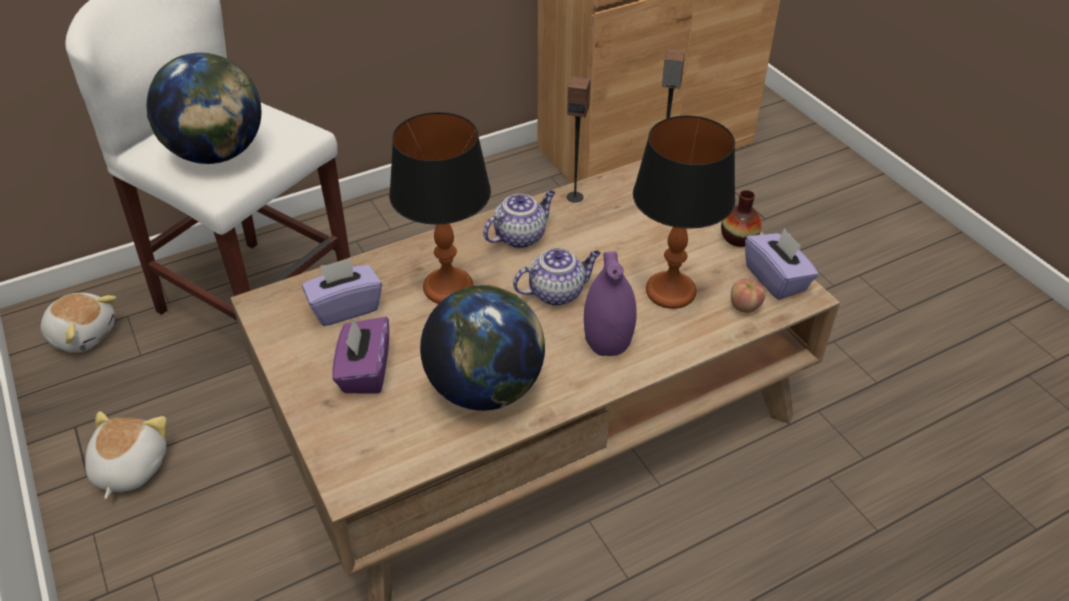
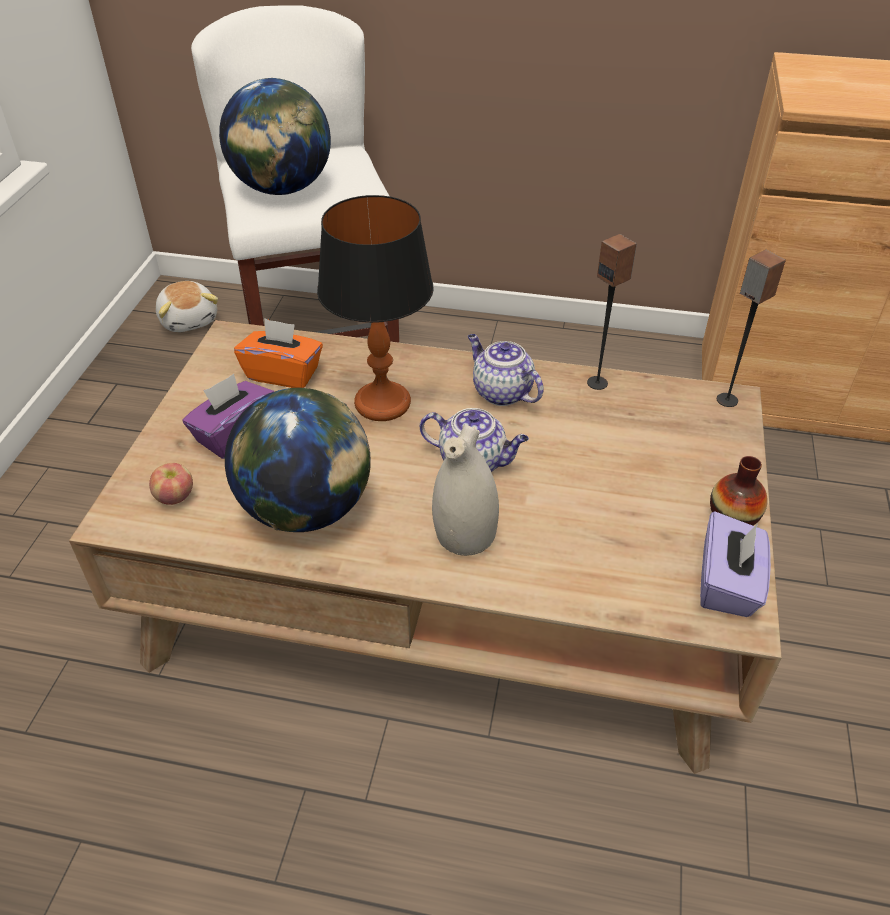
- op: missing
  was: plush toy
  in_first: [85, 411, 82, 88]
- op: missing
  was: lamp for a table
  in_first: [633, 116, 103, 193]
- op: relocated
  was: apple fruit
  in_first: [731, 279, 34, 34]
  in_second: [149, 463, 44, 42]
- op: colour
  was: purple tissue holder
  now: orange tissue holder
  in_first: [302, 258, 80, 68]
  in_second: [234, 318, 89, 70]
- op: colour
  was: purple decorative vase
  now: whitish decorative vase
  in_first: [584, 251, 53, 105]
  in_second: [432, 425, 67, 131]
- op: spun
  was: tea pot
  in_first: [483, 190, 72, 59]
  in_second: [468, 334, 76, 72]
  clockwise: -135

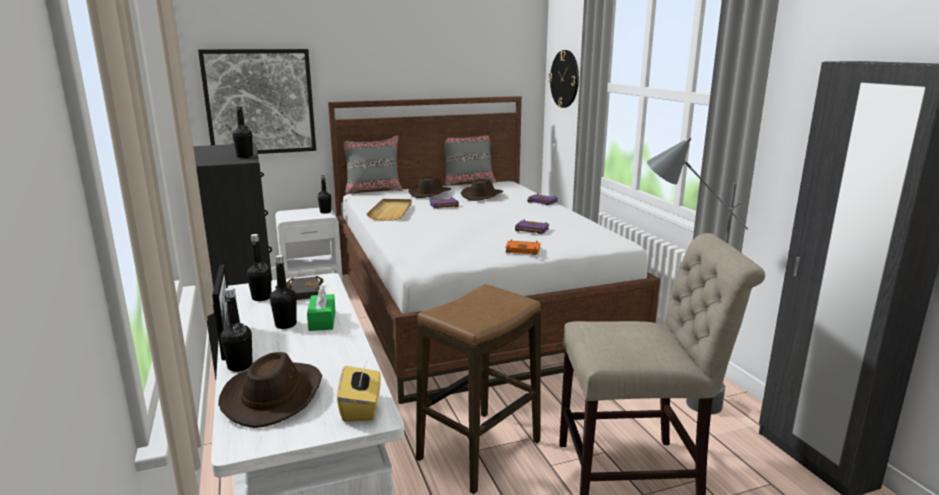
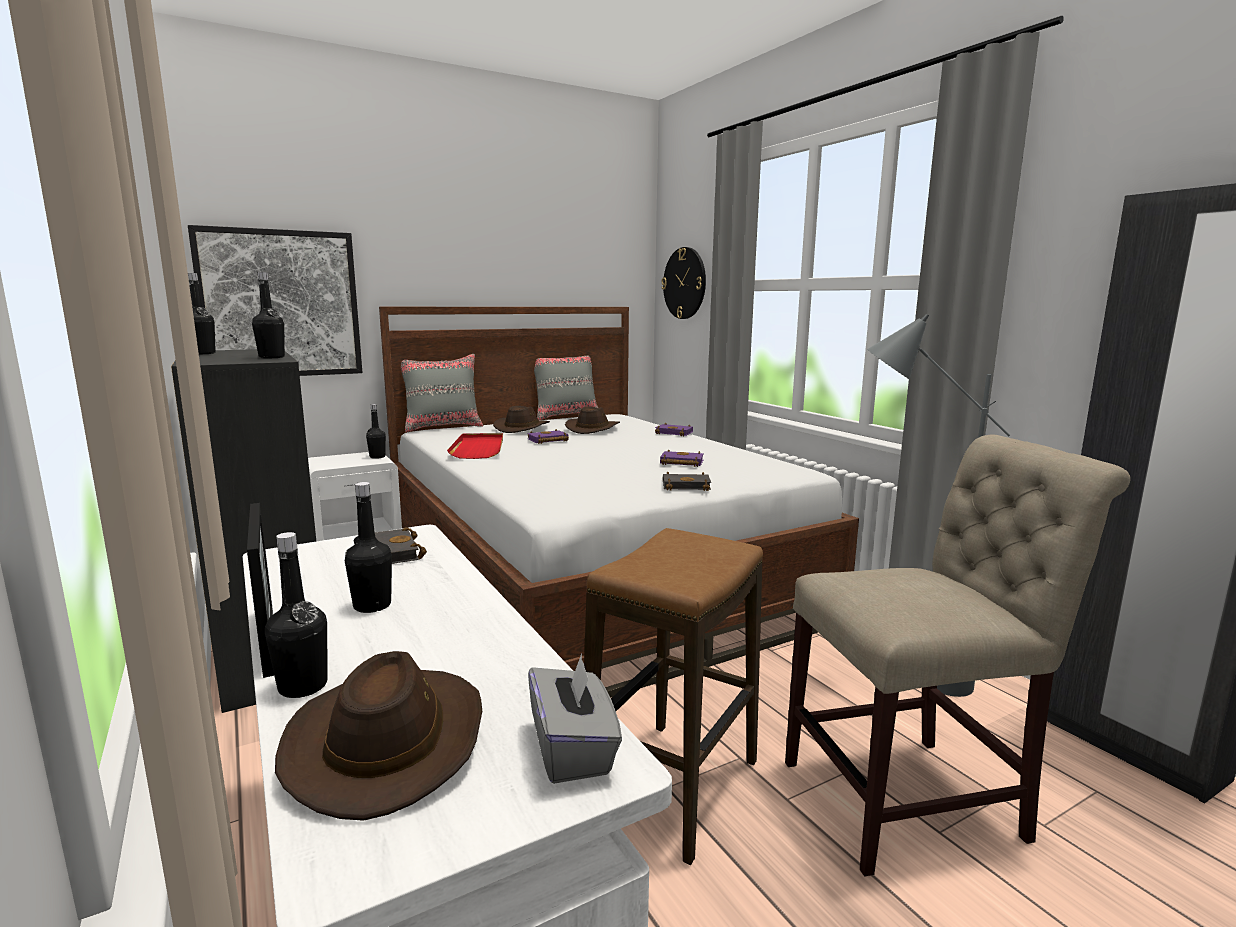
- op: missing
  was: green tissue holder
  in_first: [307, 286, 28, 45]
- op: relocated
  was: black beverage bottle
  in_first: [247, 234, 24, 67]
  in_second: [188, 273, 28, 81]
- op: colour
  was: yellowish tissue holder
  now: grey tissue holder
  in_first: [337, 364, 44, 58]
  in_second: [528, 653, 94, 131]
- op: colour
  was: beige-coloured carrying tray
  now: red carrying tray
  in_first: [367, 199, 45, 22]
  in_second: [447, 433, 56, 26]
- op: colour
  was: orange bound book
  now: black bound book
  in_first: [505, 239, 35, 16]
  in_second: [663, 472, 48, 19]

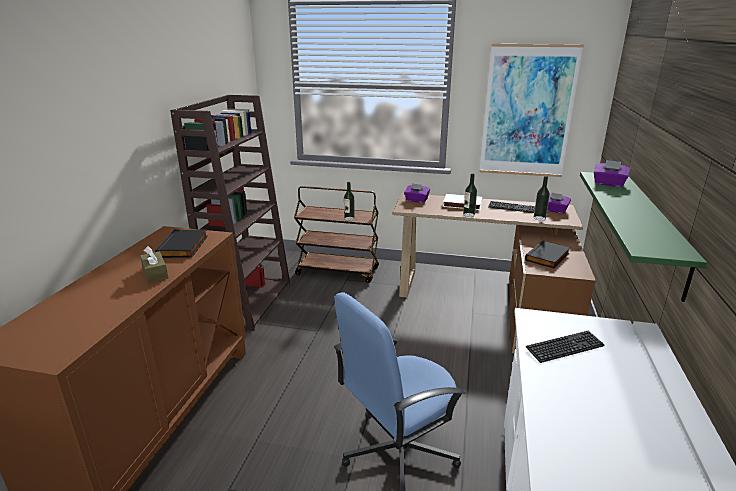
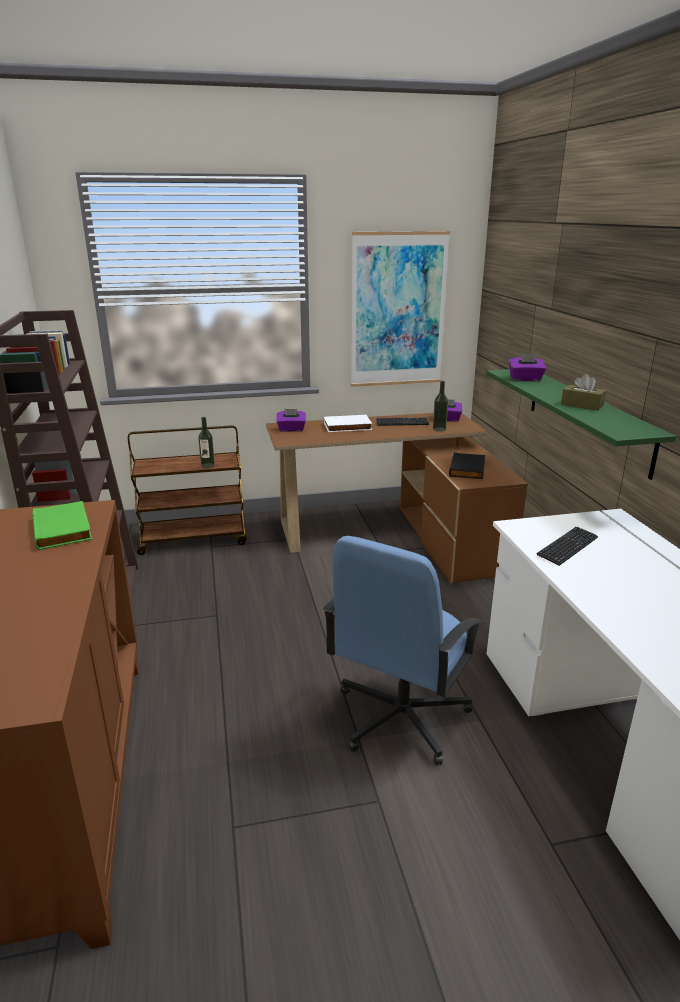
- op: missing
  was: beverage bottle
  in_first: [463, 173, 14, 44]
- op: relocated
  was: brown tissue holder
  in_first: [140, 246, 28, 37]
  in_second: [561, 374, 45, 36]
- op: colour
  was: black bound book
  now: green bound book
  in_first: [155, 229, 53, 29]
  in_second: [32, 501, 60, 49]

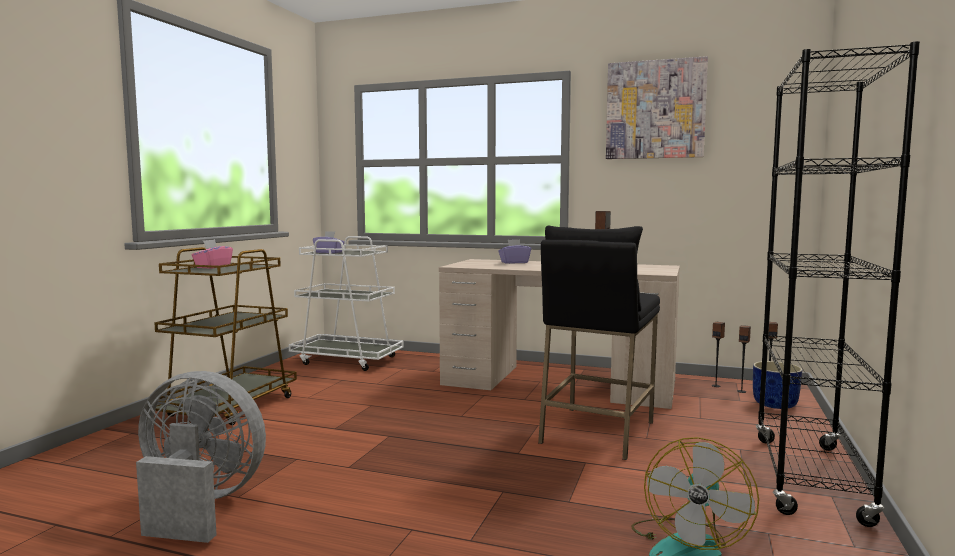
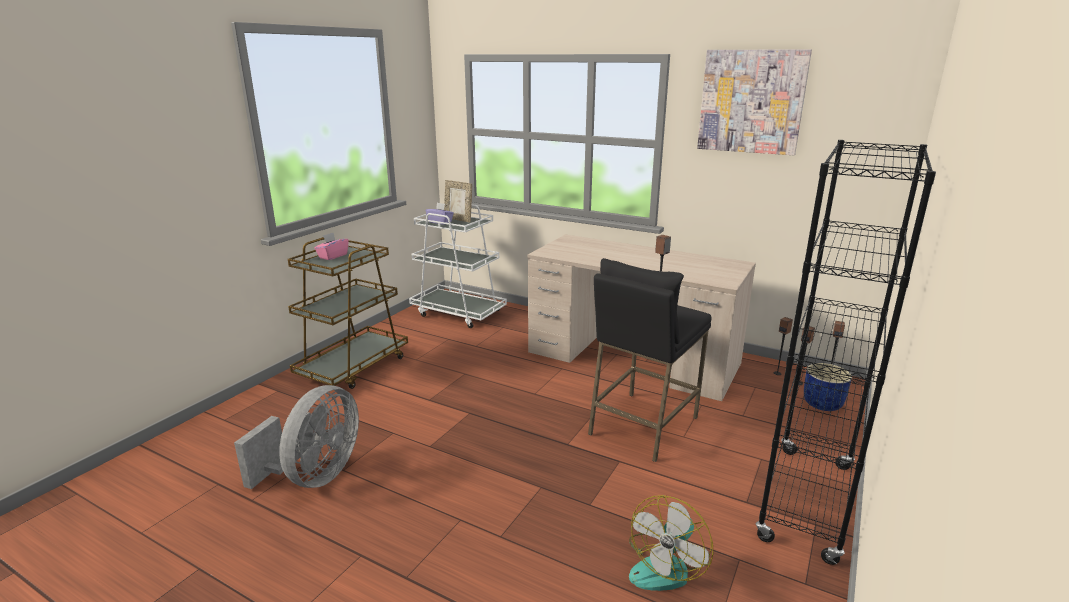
- op: missing
  was: purple tissue holder
  in_first: [498, 240, 33, 24]
- op: appeared
  now: standing frame
  in_second: [444, 180, 28, 43]
- op: spun
  was: grey fan
  in_first: [136, 371, 130, 172]
  in_second: [234, 385, 125, 104]
  clockwise: 90

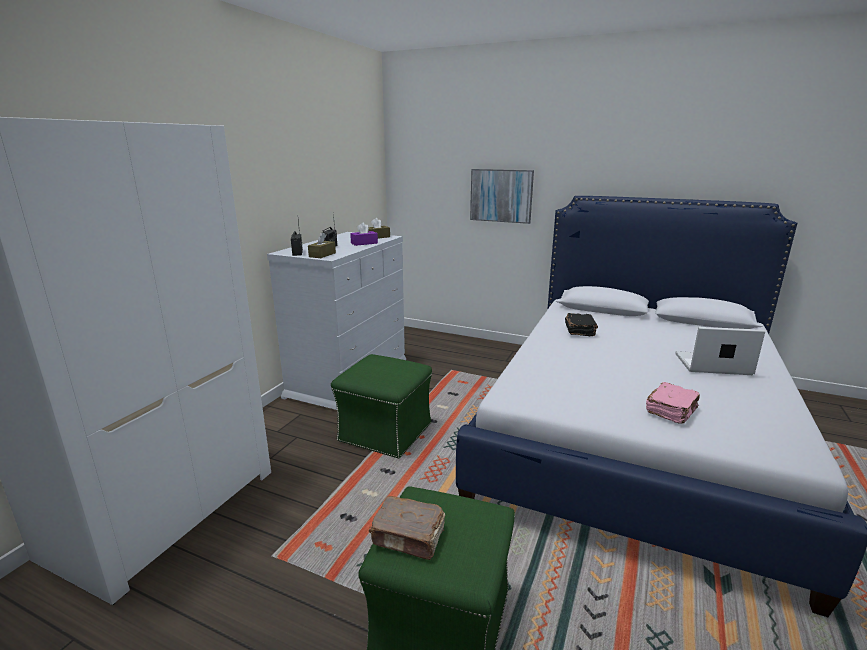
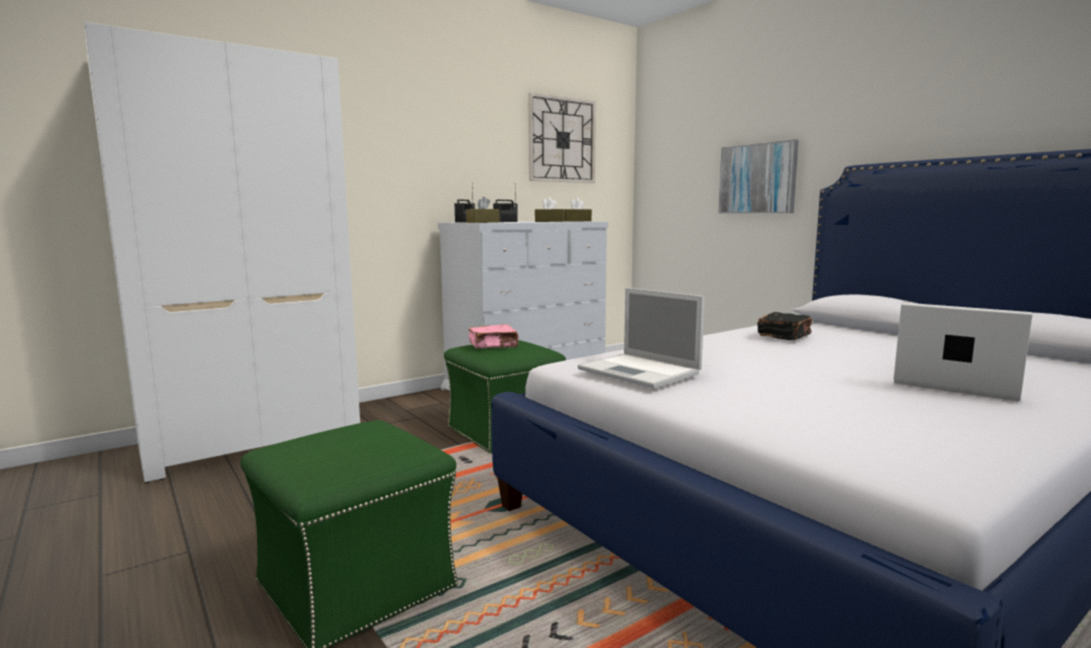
- op: missing
  was: brown bound book
  in_first: [369, 496, 76, 64]
- op: appeared
  now: hanging clock
  in_second: [528, 93, 68, 90]
- op: appeared
  now: notebook computer
  in_second: [578, 288, 127, 100]
- op: relocated
  was: pinkish bound book
  in_first: [646, 382, 54, 42]
  in_second: [468, 324, 51, 24]
- op: colour
  was: purple tissue holder
  now: brown tissue holder
  in_first: [350, 223, 28, 23]
  in_second: [535, 197, 29, 25]

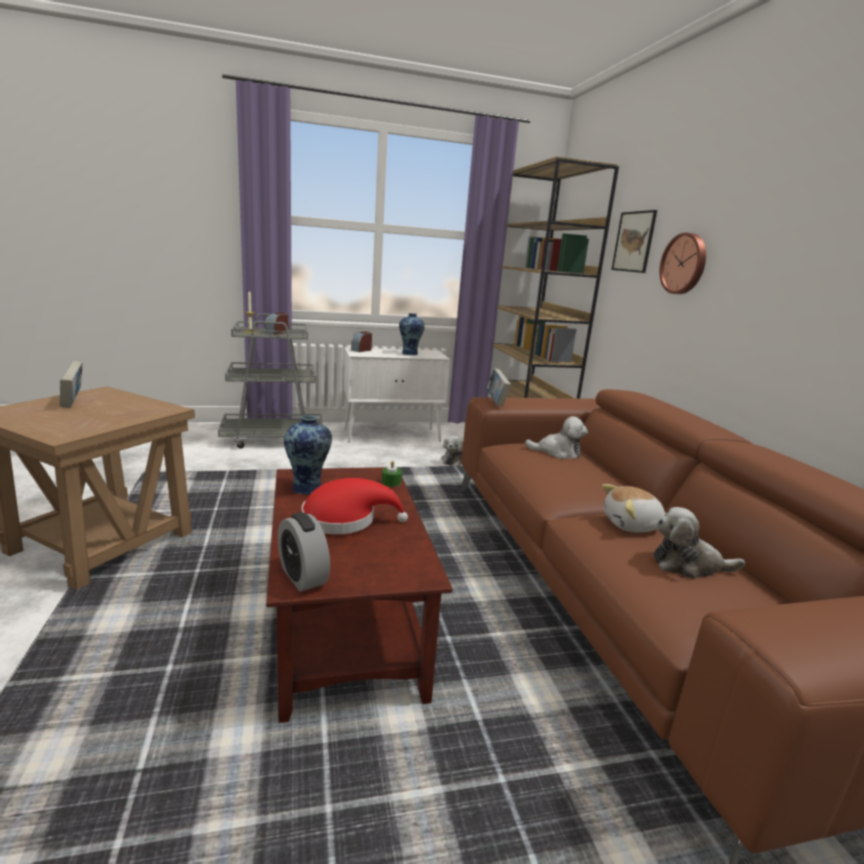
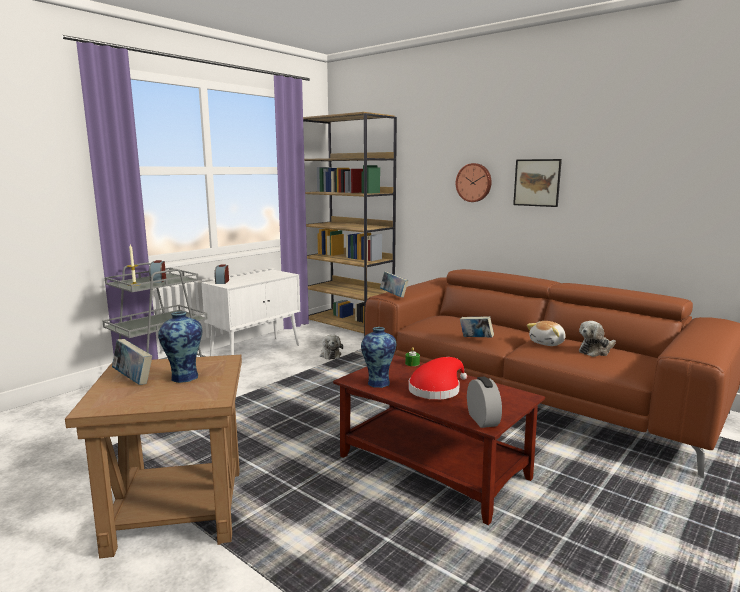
- op: missing
  was: plush toy
  in_first: [525, 416, 63, 43]
- op: appeared
  now: bound book
  in_second: [460, 316, 34, 21]
- op: relocated
  was: decorative vase
  in_first: [399, 313, 26, 42]
  in_second: [158, 311, 44, 72]
- op: relocated
  was: picture
  in_first: [611, 210, 46, 63]
  in_second: [513, 159, 49, 48]
- op: spun
  was: table clock
  in_first: [278, 512, 52, 80]
  in_second: [467, 377, 35, 51]
  clockwise: -120

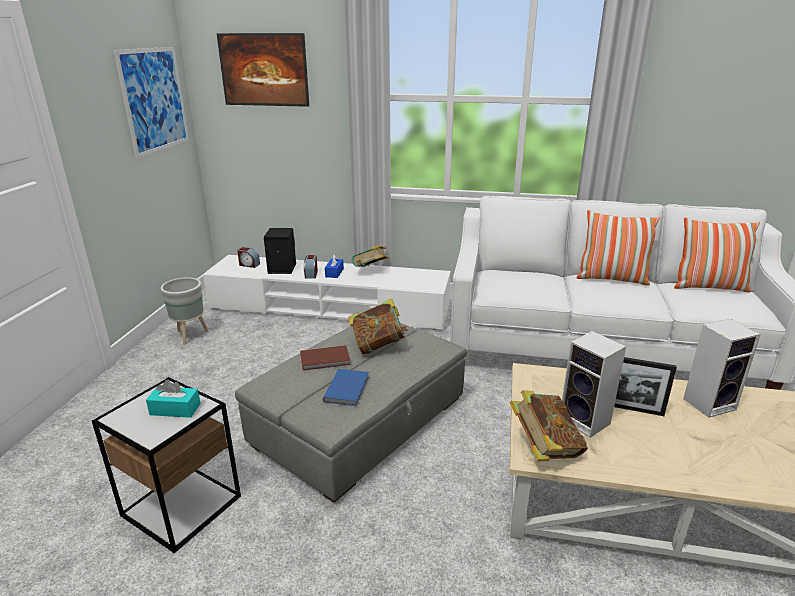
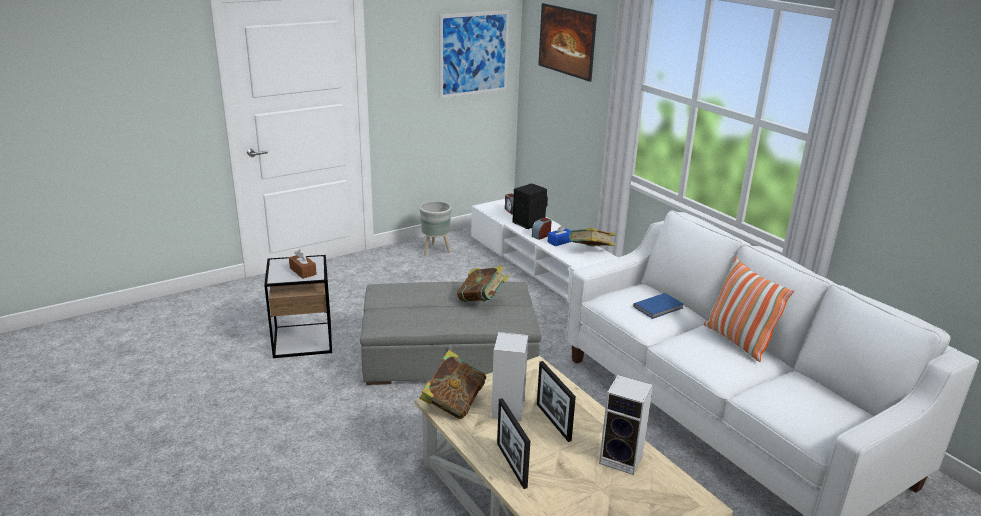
- op: missing
  was: brown bound book
  in_first: [300, 345, 50, 26]
- op: missing
  was: pillow
  in_first: [674, 217, 86, 75]
- op: appeared
  now: standing frame
  in_second: [497, 398, 33, 91]
- op: relocated
  was: bluish bound book
  in_first: [323, 369, 46, 37]
  in_second: [633, 293, 50, 26]
- op: colour
  was: turquoise tissue holder
  now: brown tissue holder
  in_first: [146, 380, 55, 38]
  in_second: [289, 250, 28, 29]

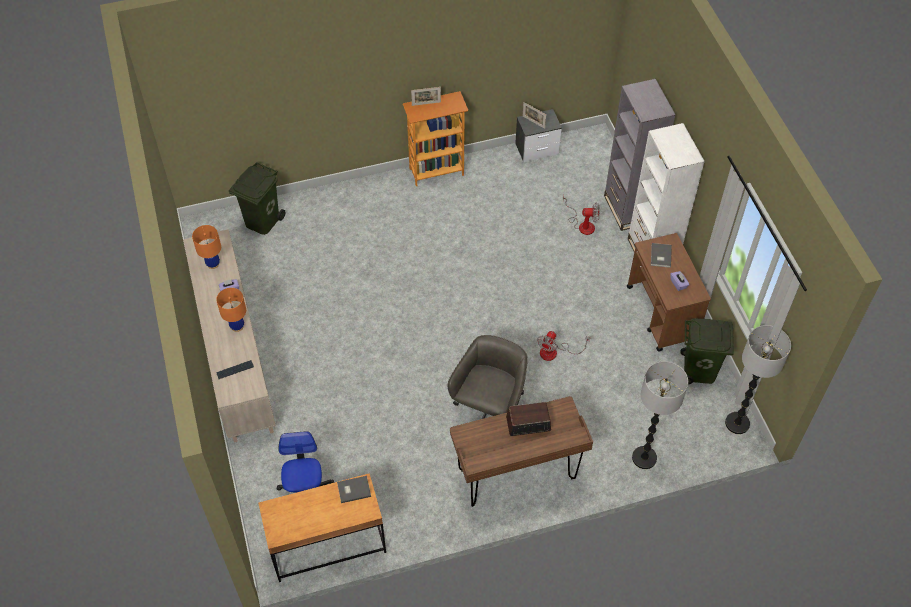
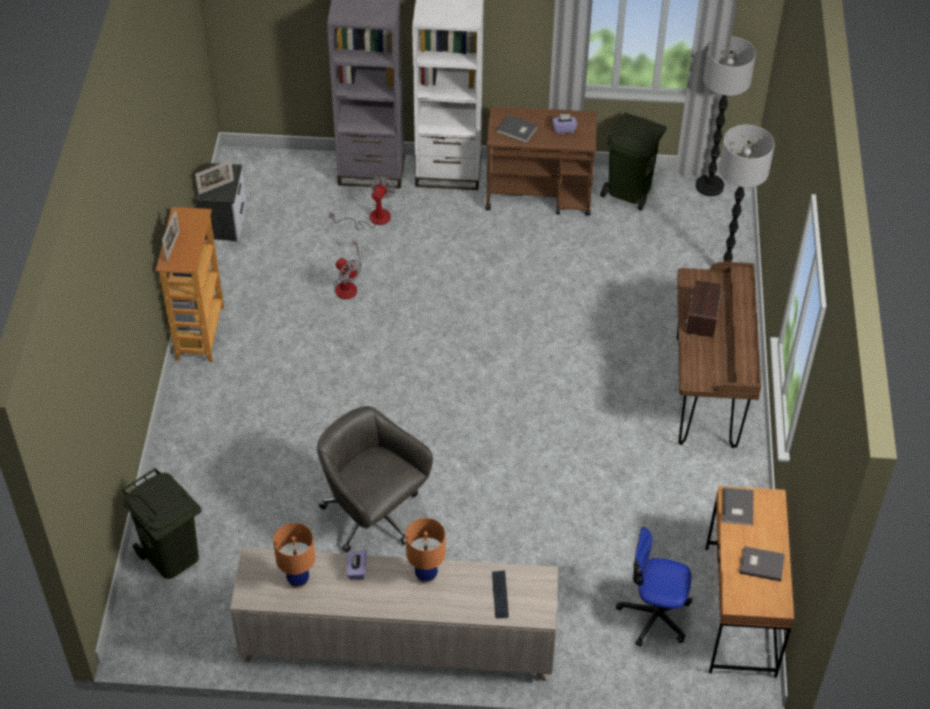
- op: appeared
  now: grey bound book
  in_second: [740, 546, 45, 35]
- op: relocated
  was: grey office chair
  in_first: [447, 335, 81, 84]
  in_second: [317, 406, 116, 147]
- op: relocated
  was: fan
  in_first: [537, 331, 53, 30]
  in_second: [335, 238, 27, 61]

